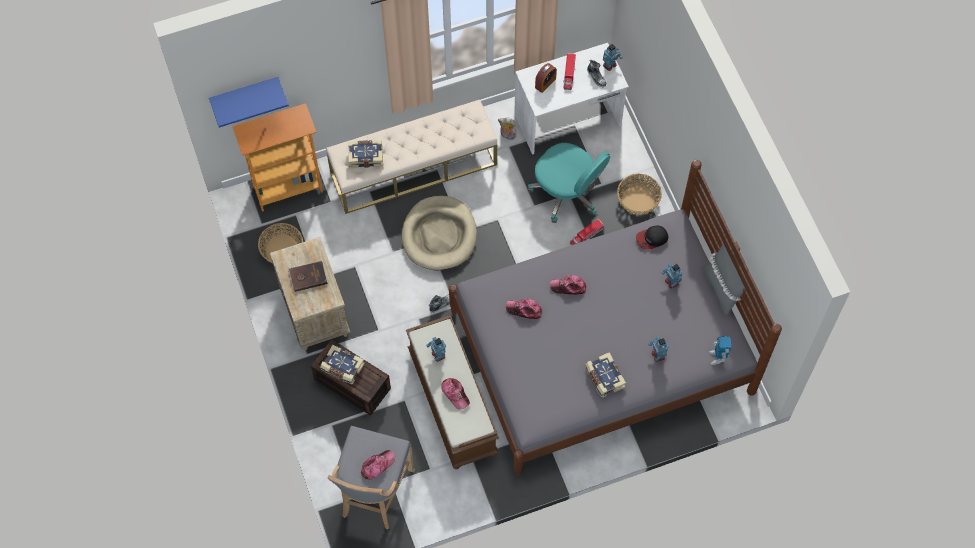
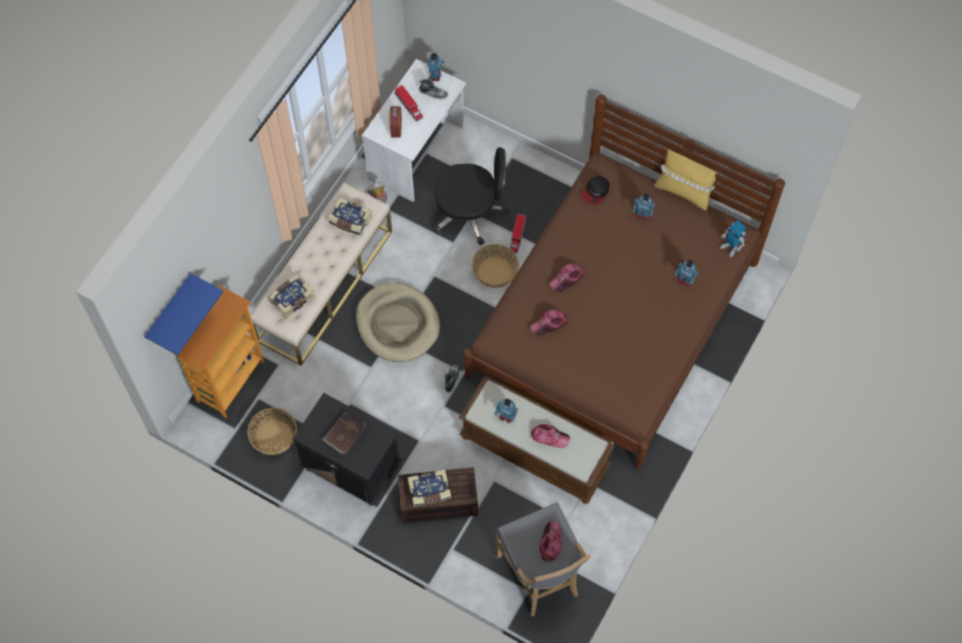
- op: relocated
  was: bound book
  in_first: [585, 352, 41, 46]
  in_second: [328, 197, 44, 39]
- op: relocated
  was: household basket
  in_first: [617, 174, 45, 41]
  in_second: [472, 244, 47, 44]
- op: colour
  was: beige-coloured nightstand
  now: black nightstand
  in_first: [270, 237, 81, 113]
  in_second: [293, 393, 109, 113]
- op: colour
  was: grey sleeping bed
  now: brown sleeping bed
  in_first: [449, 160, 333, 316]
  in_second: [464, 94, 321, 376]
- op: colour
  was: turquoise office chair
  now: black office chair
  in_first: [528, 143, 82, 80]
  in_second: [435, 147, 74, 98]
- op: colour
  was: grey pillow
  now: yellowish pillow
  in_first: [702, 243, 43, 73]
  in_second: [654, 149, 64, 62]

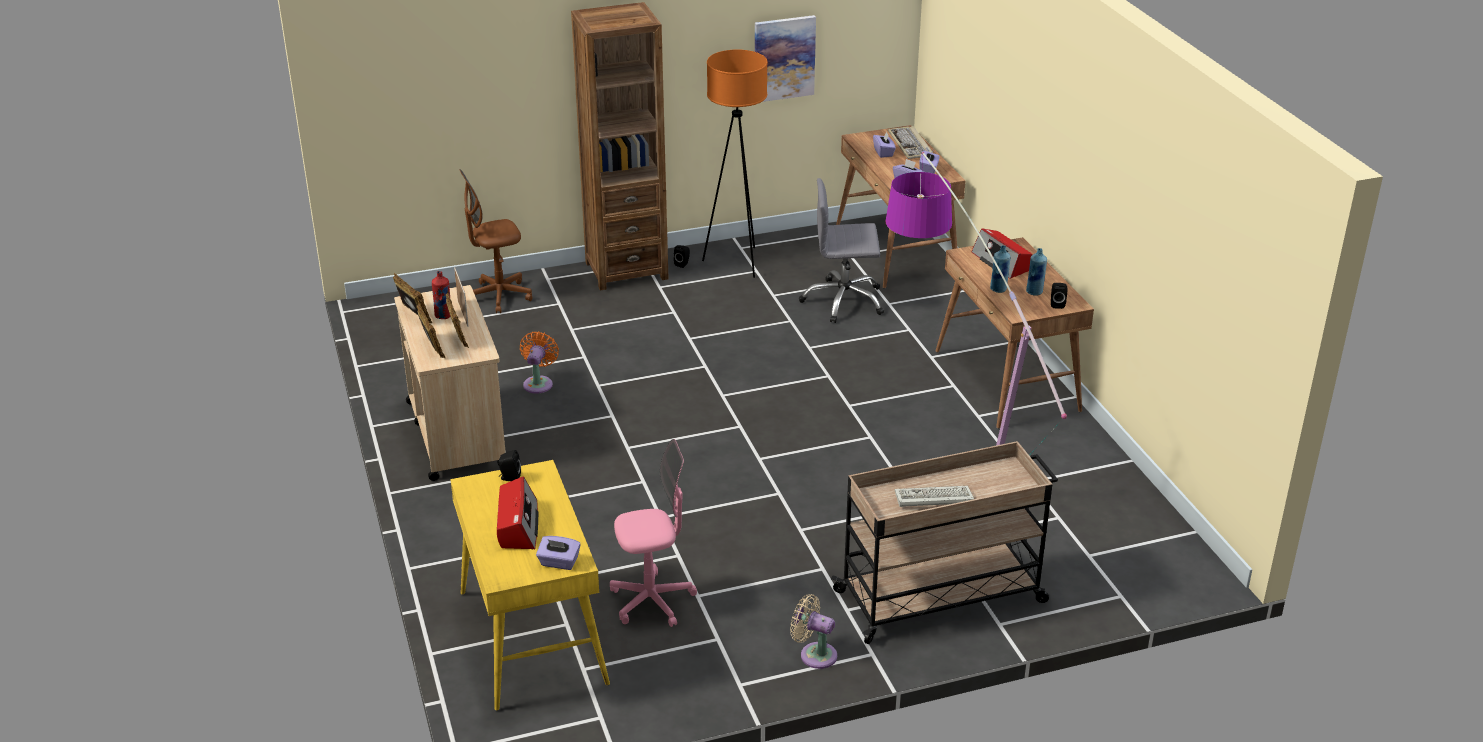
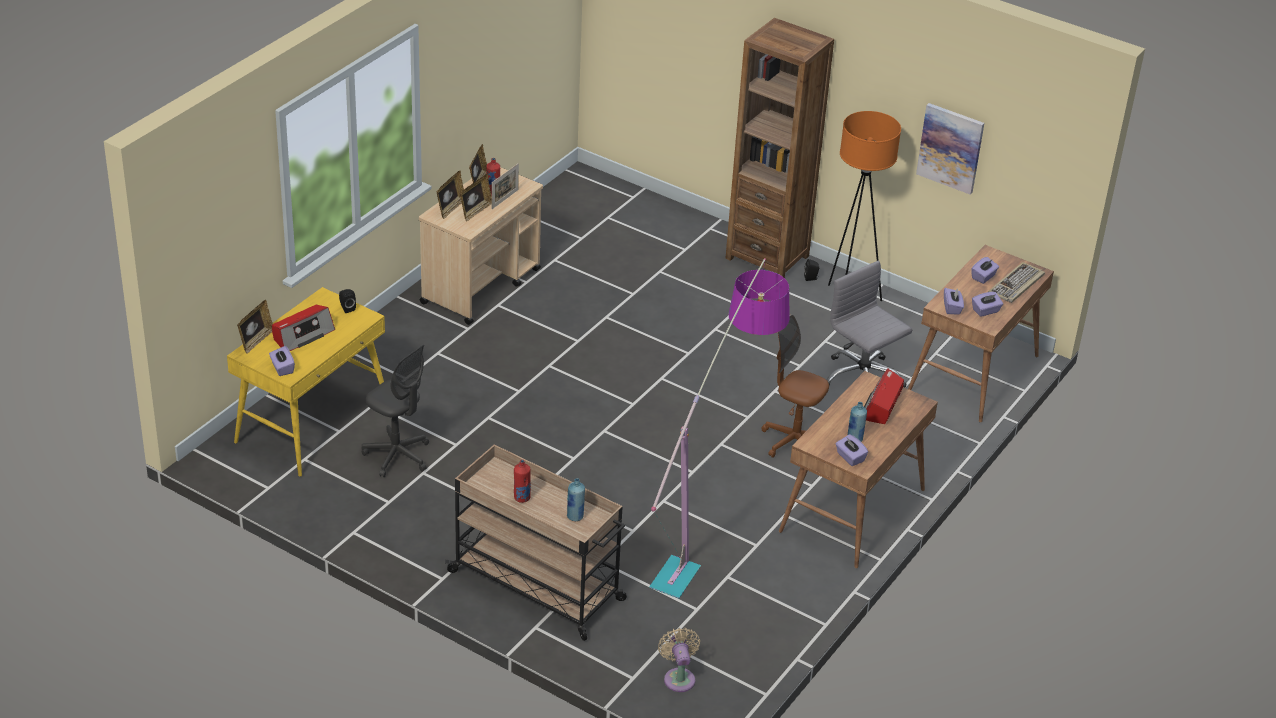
- op: missing
  was: orange fan
  in_first: [520, 331, 39, 63]
- op: appeared
  now: standing frame
  in_second: [237, 300, 36, 54]
- op: relocated
  was: brown office chair
  in_first: [459, 169, 73, 144]
  in_second: [761, 314, 68, 144]
- op: relocated
  was: beige-coloured fan
  in_first: [790, 594, 47, 75]
  in_second: [658, 628, 42, 64]
- op: relocated
  was: bluish beverage bottle
  in_first: [990, 246, 21, 47]
  in_second: [567, 478, 18, 43]
- op: exchanged
  was: keyboard
  now: red beverage bottle
  in_first: [895, 486, 79, 21]
  in_second: [514, 460, 17, 43]
- op: exchanged
  was: black speaker
  now: purple tissue holder
  in_first: [1051, 283, 16, 26]
  in_second: [836, 434, 32, 32]
- op: colour
  was: pinkish office chair
  now: grey office chair
  in_first: [610, 439, 87, 188]
  in_second: [362, 345, 67, 132]

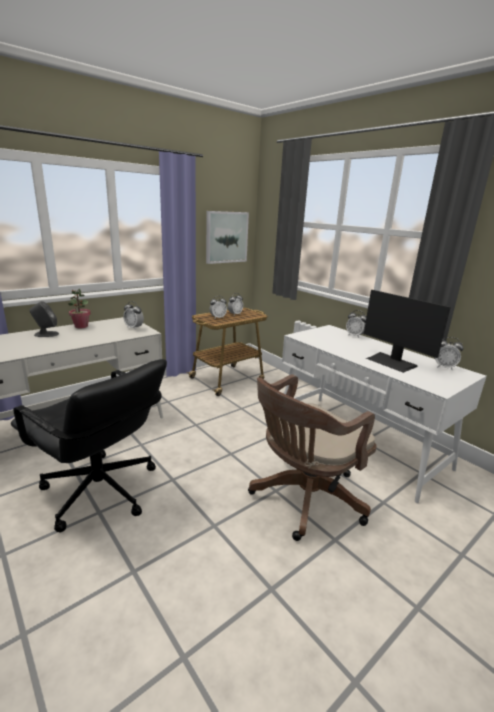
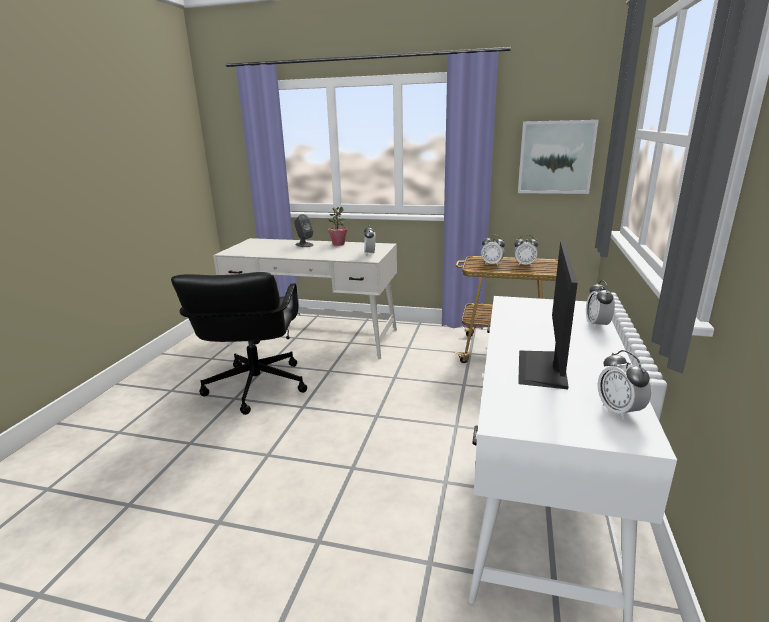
- op: missing
  was: brown office chair
  in_first: [248, 375, 129, 166]

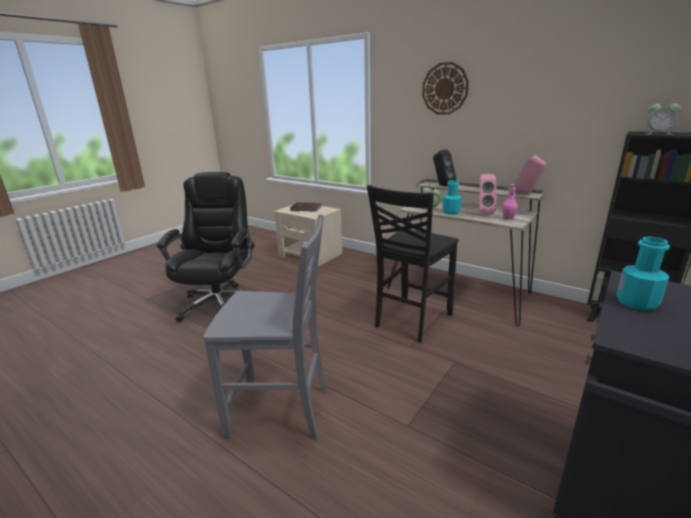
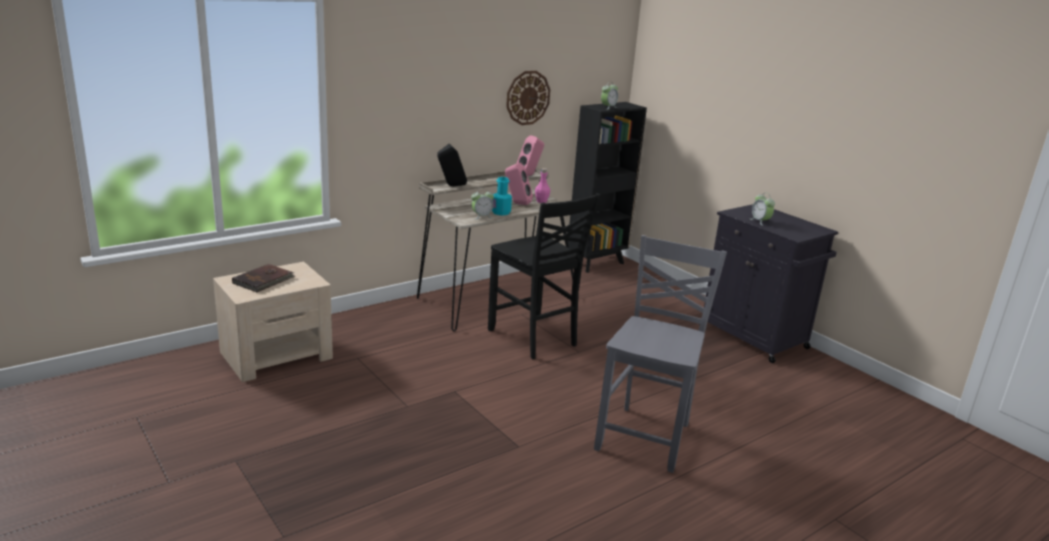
- op: missing
  was: black office chair
  in_first: [157, 172, 97, 150]
- op: relocated
  was: hanging clock
  in_first: [422, 62, 47, 53]
  in_second: [506, 71, 44, 54]
- op: exchanged
  was: turquoise beverage bottle
  now: table clock
  in_first: [616, 236, 54, 75]
  in_second: [750, 193, 25, 33]

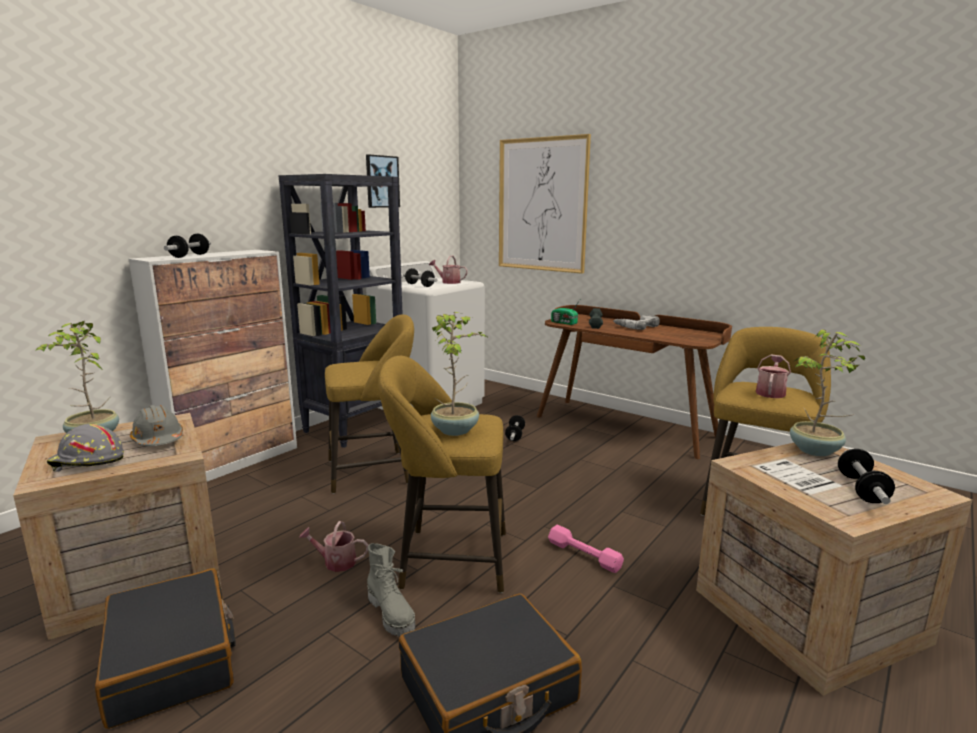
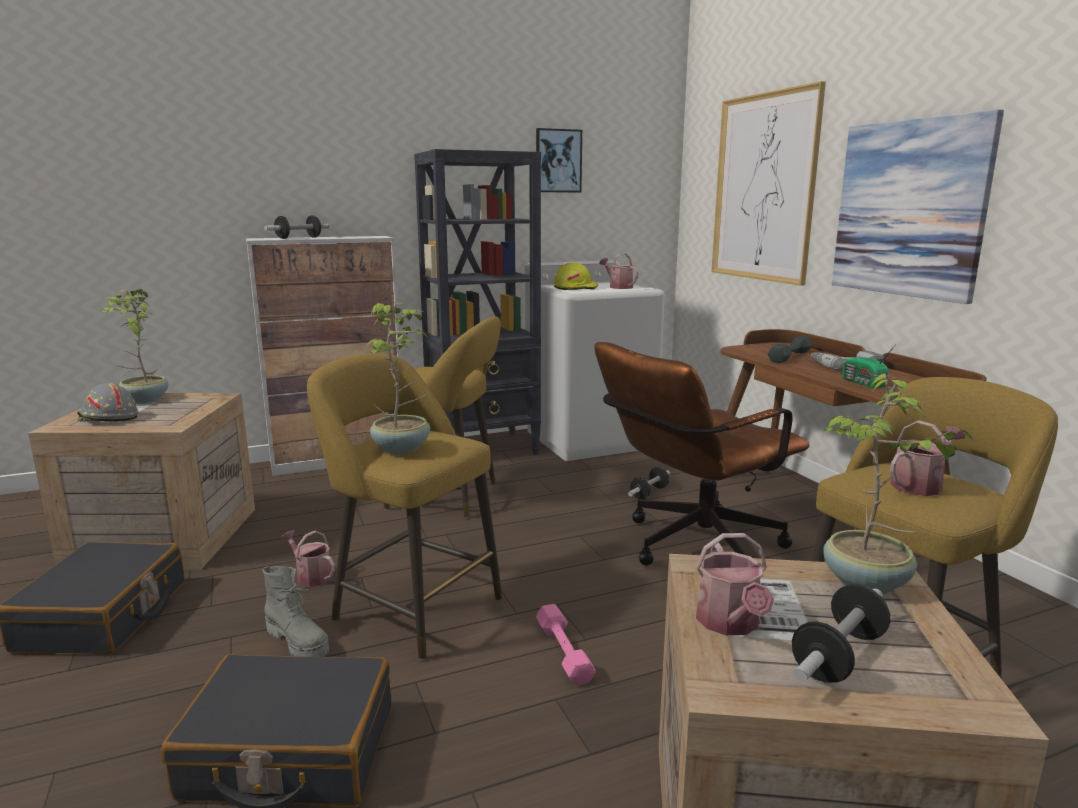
- op: missing
  was: grey safety helmet
  in_first: [130, 405, 53, 41]
- op: appeared
  now: brown office chair
  in_second: [595, 342, 215, 224]
- op: appeared
  now: watering can
  in_second: [696, 533, 78, 102]
- op: appeared
  now: picture
  in_second: [832, 109, 172, 195]
- op: relocated
  was: radio
  in_first: [551, 300, 29, 25]
  in_second: [842, 344, 54, 44]
- op: exchanged
  was: dumbbell
  now: yellowish safety helmet
  in_first: [403, 268, 34, 19]
  in_second: [554, 262, 44, 28]
- op: spun
  was: grey tall boot
  in_first: [367, 543, 49, 93]
  in_second: [262, 566, 68, 91]
  clockwise: -45

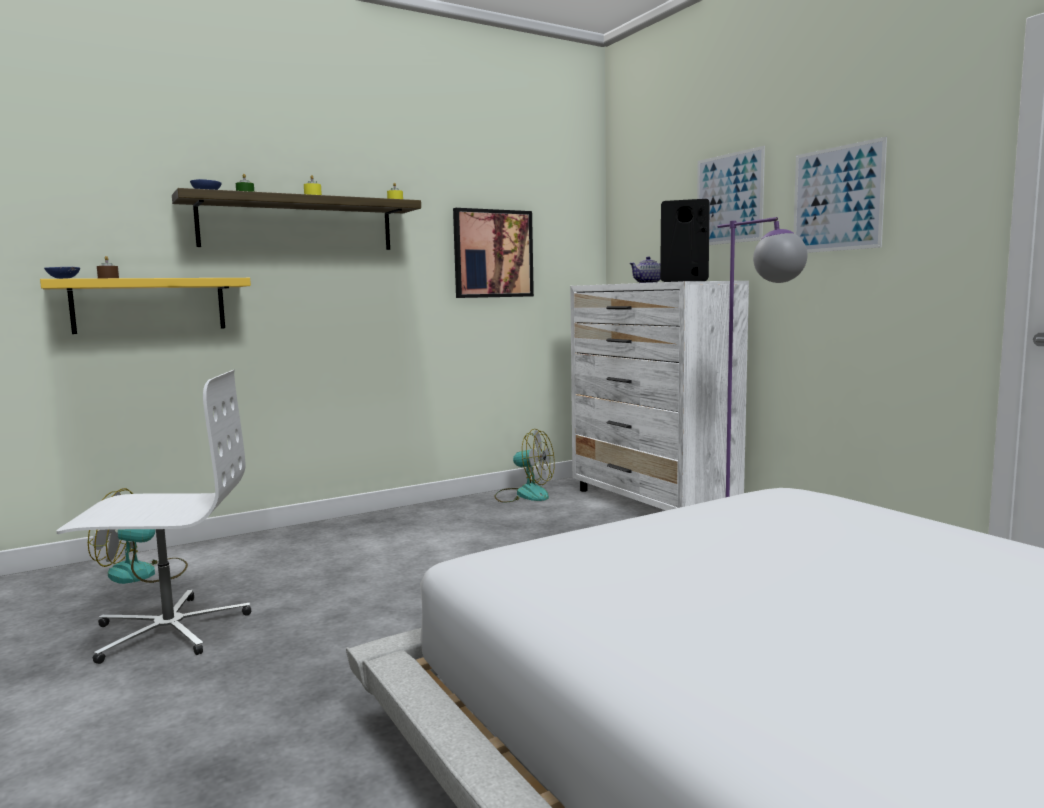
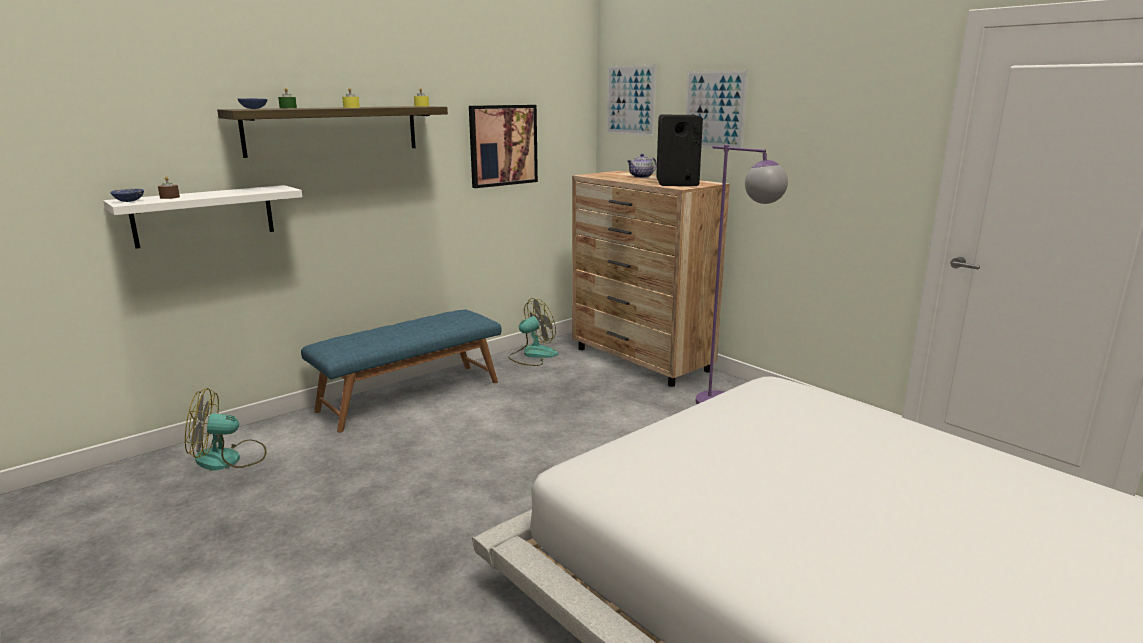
- op: missing
  was: whitish office chair
  in_first: [56, 370, 195, 294]
- op: appeared
  now: bluish indoor bench
  in_second: [301, 310, 200, 123]
- op: relocated
  was: picture
  in_first: [794, 137, 93, 116]
  in_second: [607, 64, 50, 73]
- op: colour
  was: yellowish wall shelf
  now: whitish wall shelf
  in_first: [40, 278, 211, 56]
  in_second: [103, 185, 199, 64]
- op: colour
  was: whitish drawer chest
  now: brown drawer chest
  in_first: [570, 281, 179, 230]
  in_second: [572, 171, 158, 216]
- op: spun
  was: fan
  in_first: [494, 429, 61, 74]
  in_second: [508, 298, 50, 68]
  clockwise: -45

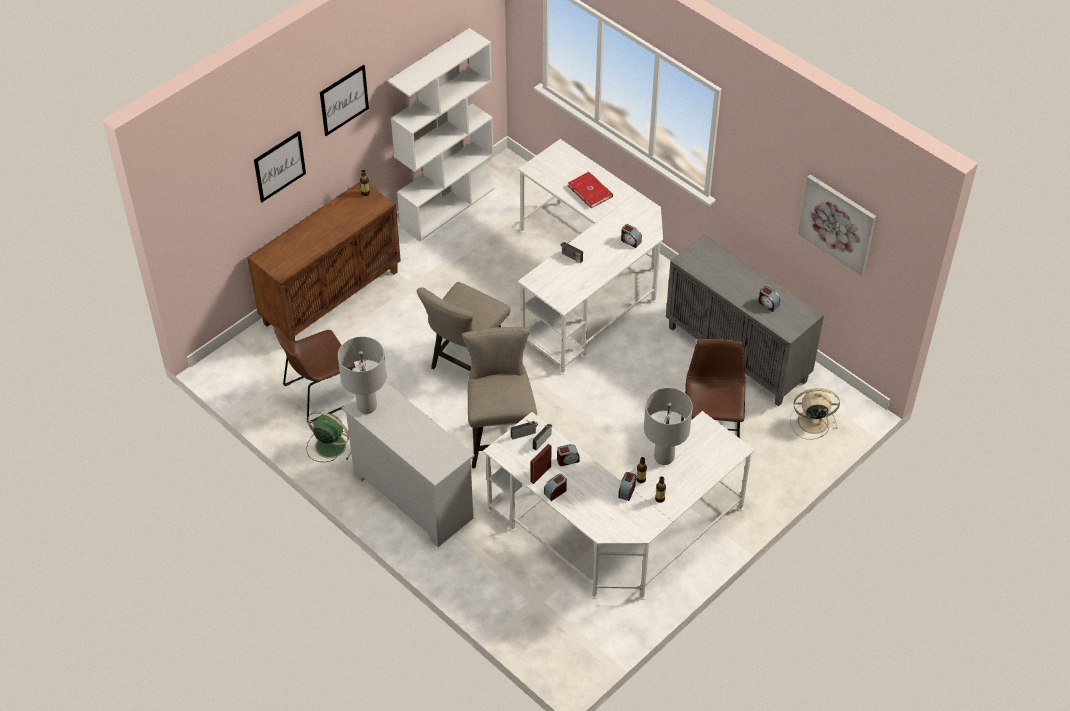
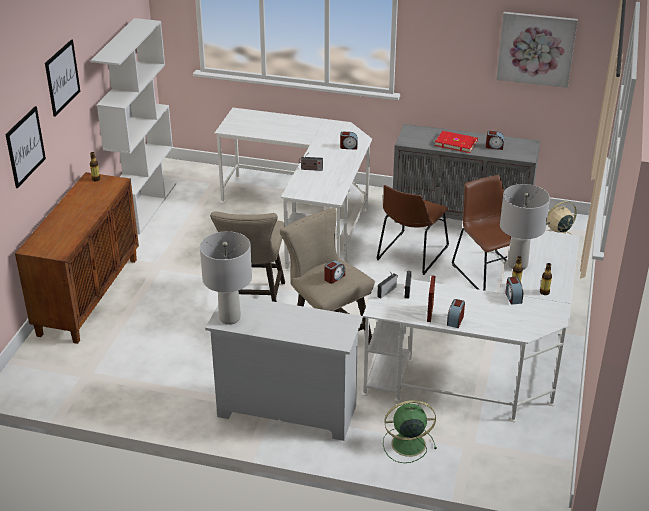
- op: relocated
  was: brown chair
  in_first: [274, 326, 81, 96]
  in_second: [376, 185, 73, 90]
- op: relocated
  was: green fan
  in_first: [306, 411, 45, 51]
  in_second: [383, 400, 54, 63]
- op: relocated
  was: table clock
  in_first: [557, 444, 23, 22]
  in_second: [324, 260, 21, 24]
- op: relocated
  was: red bound book
  in_first: [568, 172, 45, 36]
  in_second: [435, 131, 43, 22]

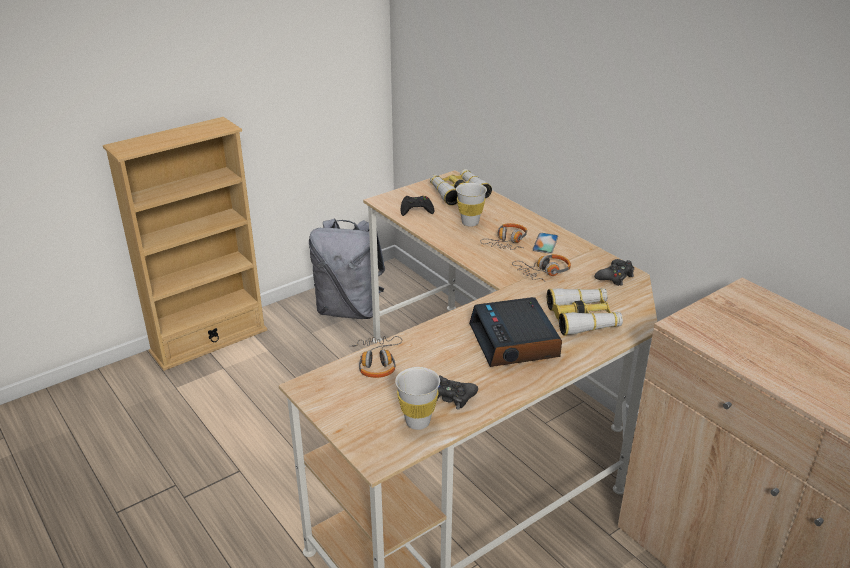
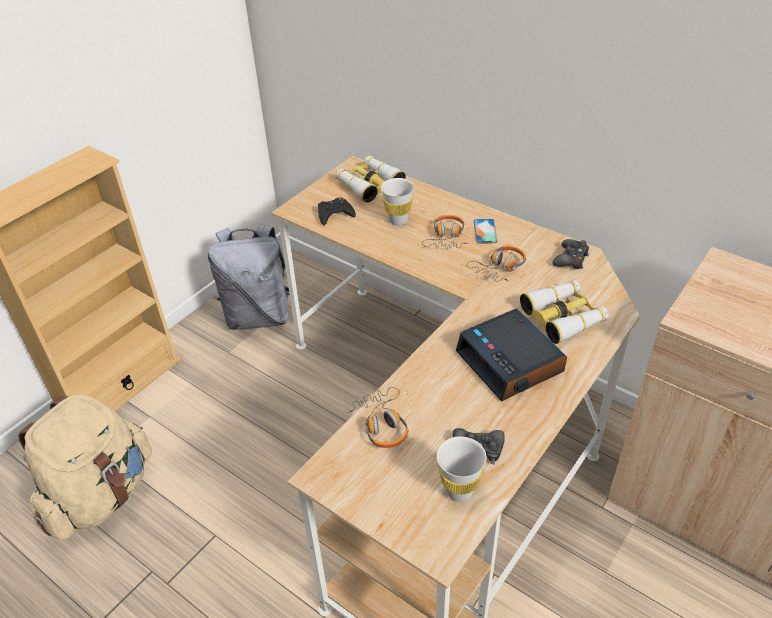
- op: appeared
  now: beige-coloured knapsack
  in_second: [18, 395, 134, 145]

